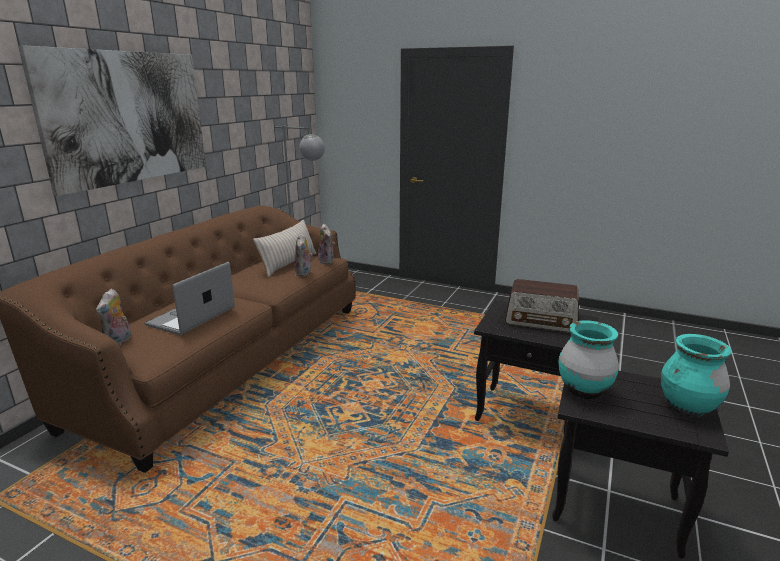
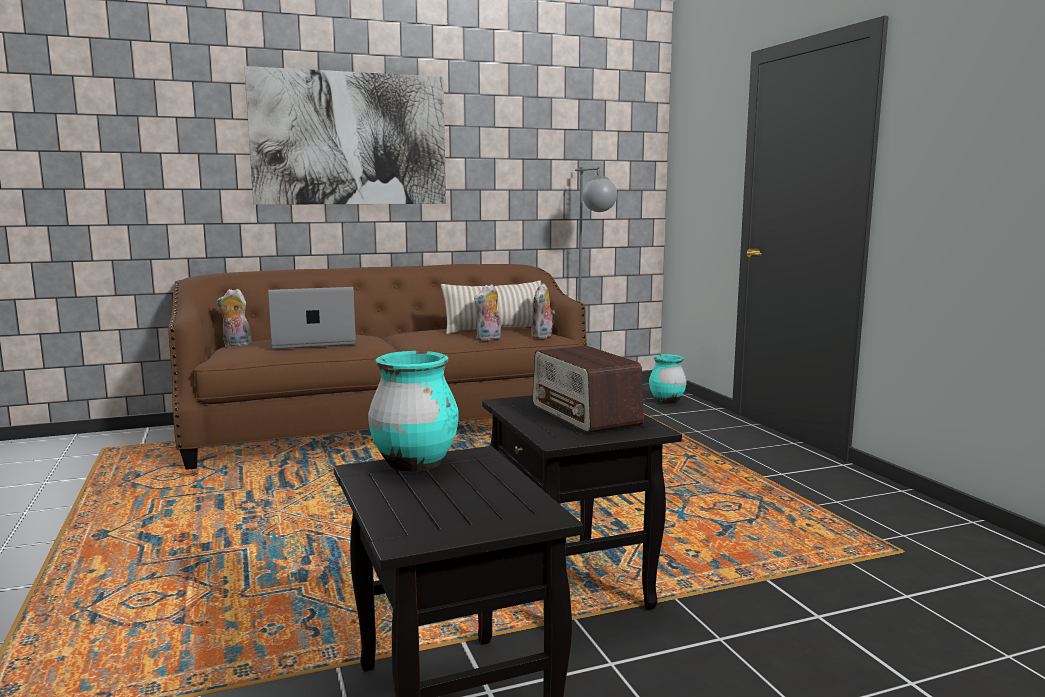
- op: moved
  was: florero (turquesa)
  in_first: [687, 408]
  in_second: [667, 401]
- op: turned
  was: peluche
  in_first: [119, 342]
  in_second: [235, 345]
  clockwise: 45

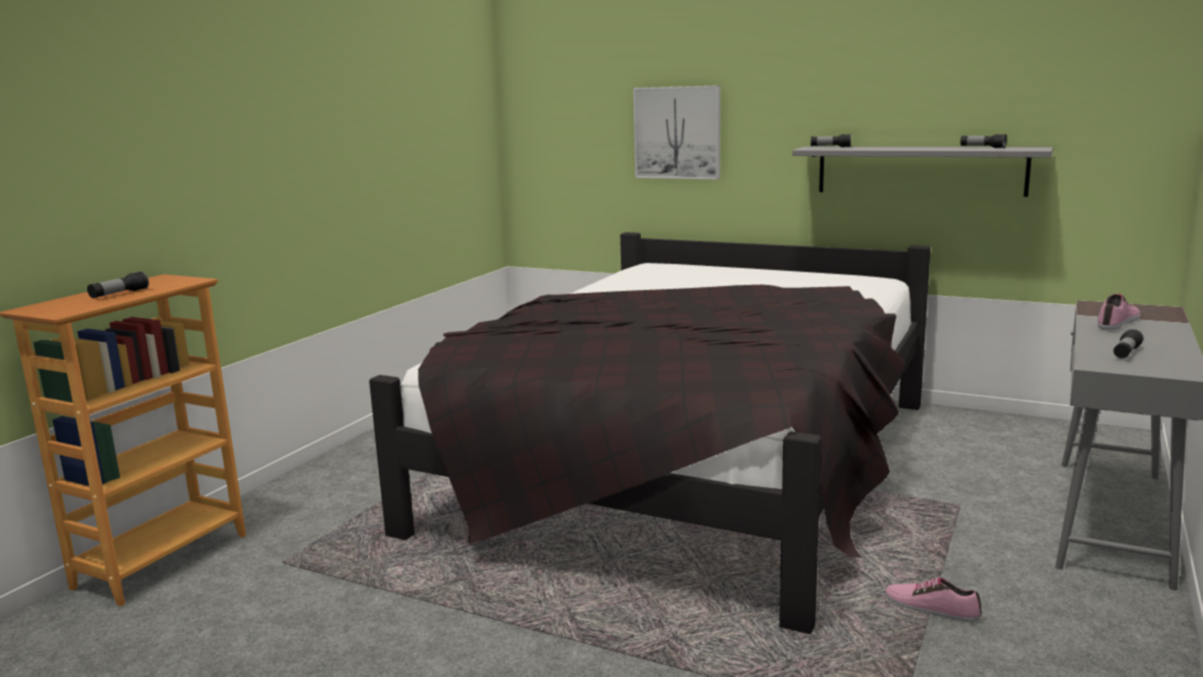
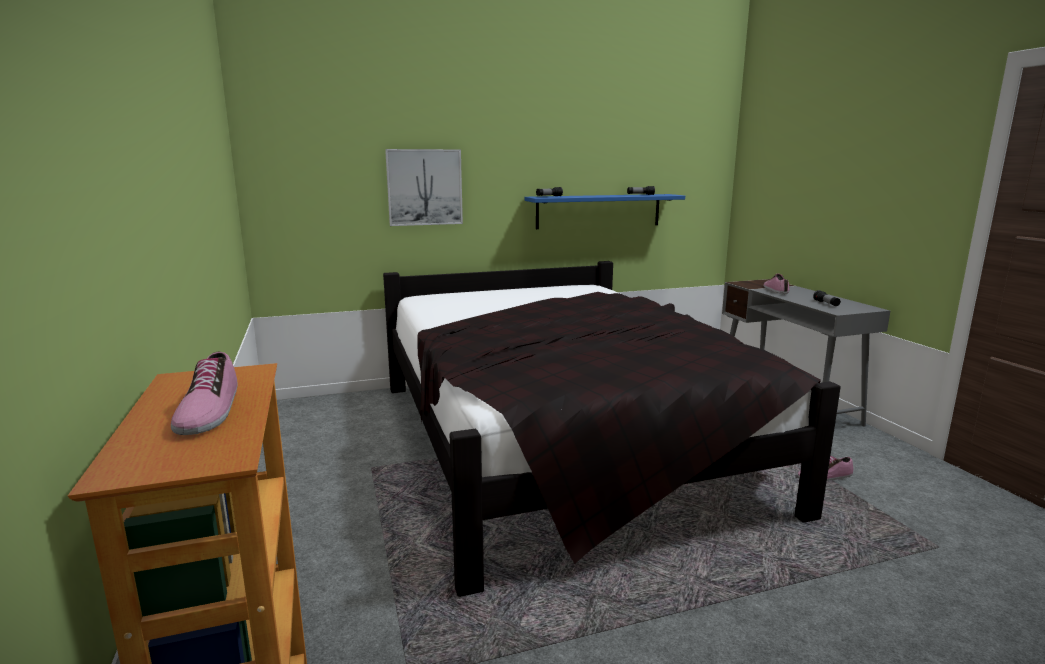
- op: replaced
  was: linterna
  now: zapato
  in_first: [119, 294]
  in_second: [208, 410]
- op: recoloured
  was: estante (gris)
  now: estante (azul)
  in_first: [920, 170]
  in_second: [599, 211]

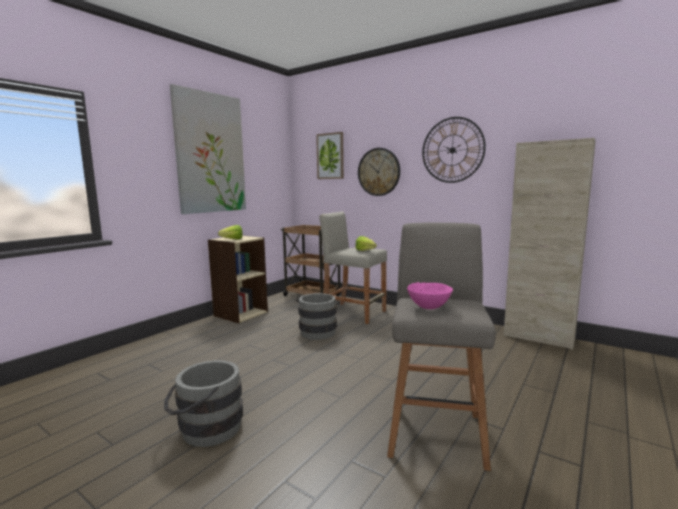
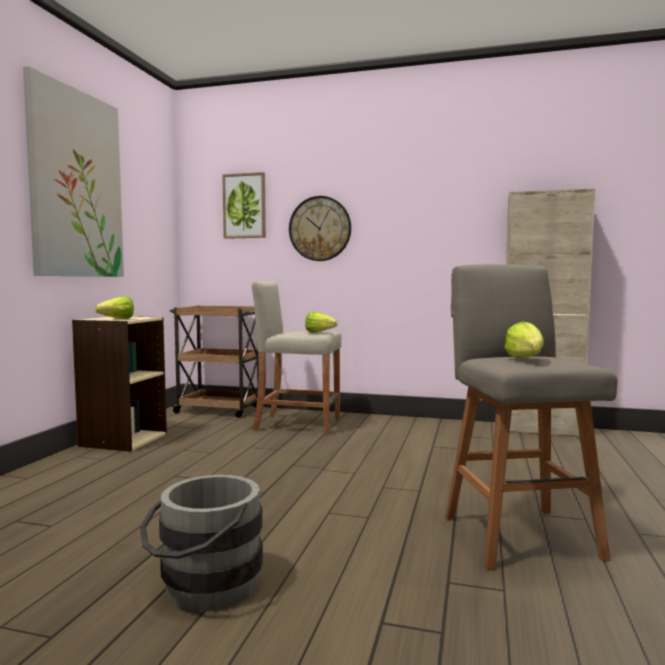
- op: removed
  was: cubo (gris)
  in_first: [318, 331]
- op: removed
  was: reloj de pared
  in_first: [452, 150]
- op: replaced
  was: cuenco (rosa)
  now: lechuga
  in_first: [429, 307]
  in_second: [526, 361]

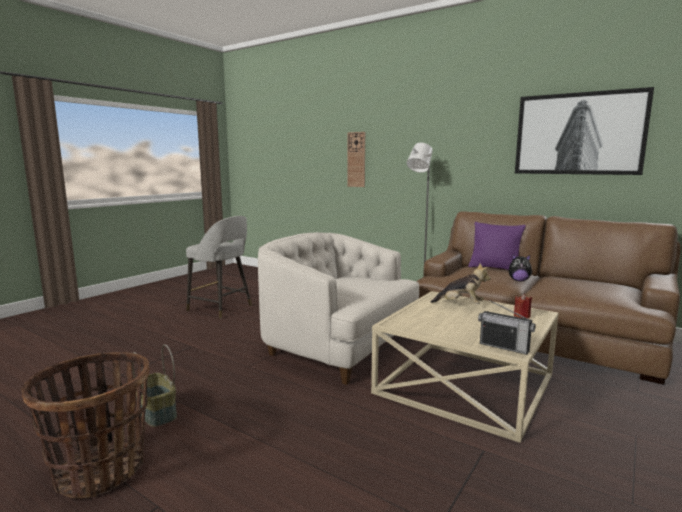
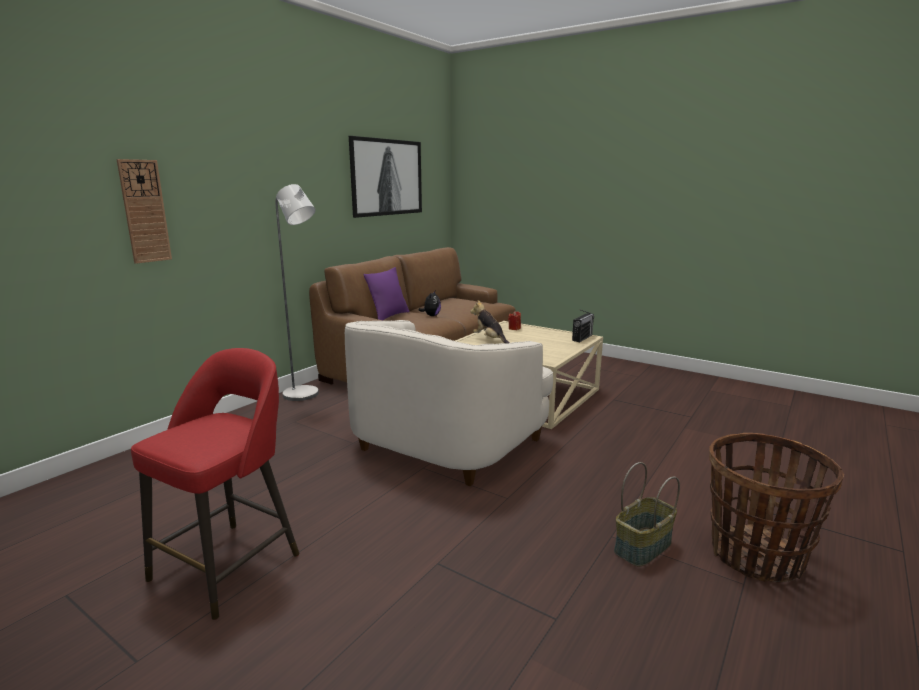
- op: recoloured
  was: taburete (gris)
  now: taburete (rojo)
  in_first: [221, 308]
  in_second: [229, 564]
- op: turned
  was: peluche
  in_first: [460, 305]
  in_second: [490, 340]
  clockwise: -60

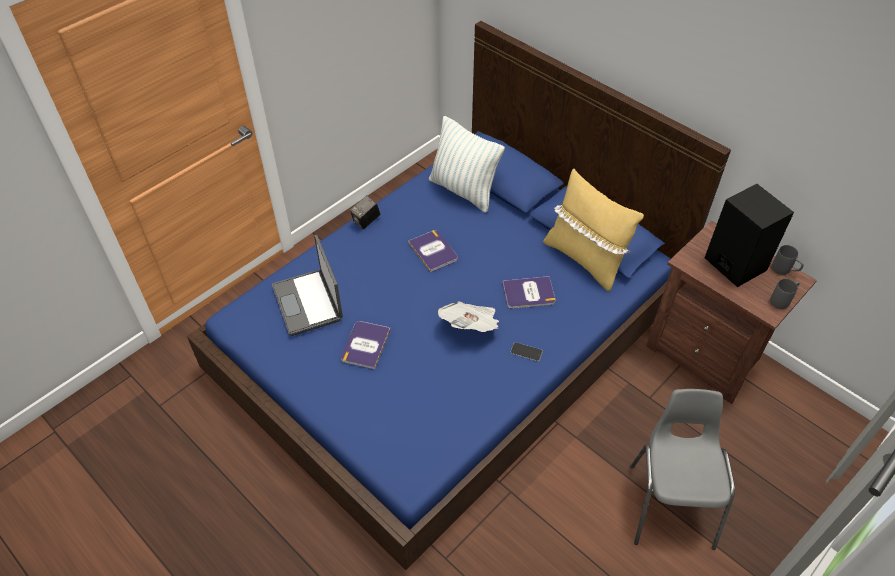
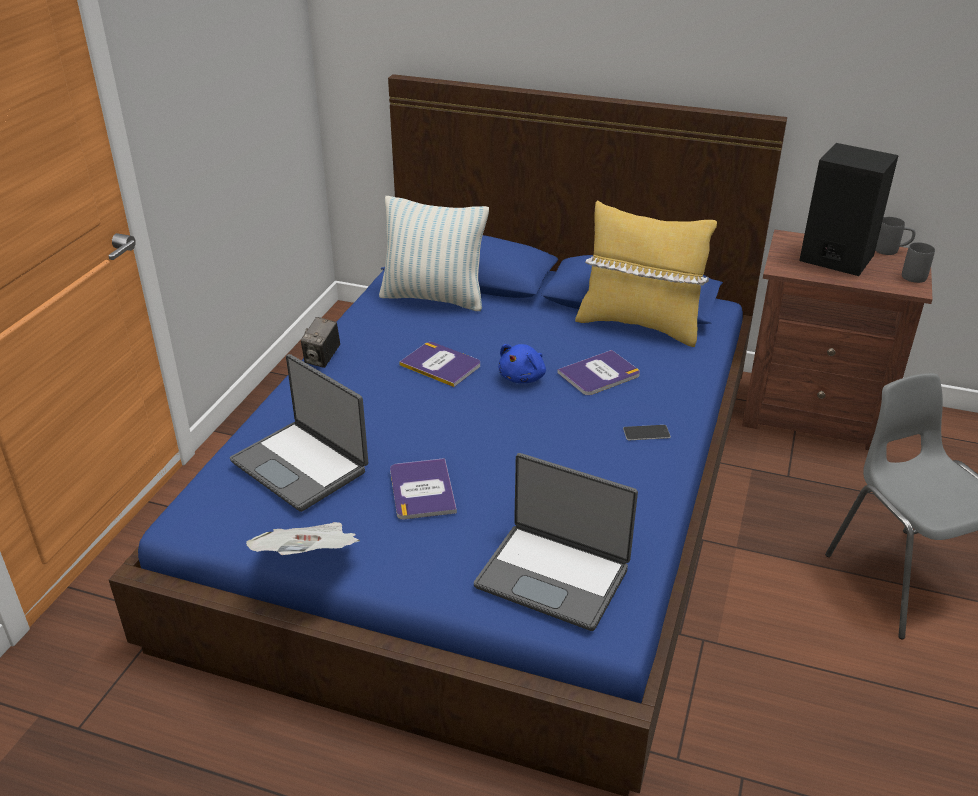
- op: added
  now: portátil
  in_second: [553, 576]
- op: added
  now: peluche (azul)
  in_second: [523, 377]
- op: moved
  was: periódico
  in_first: [471, 326]
  in_second: [310, 559]

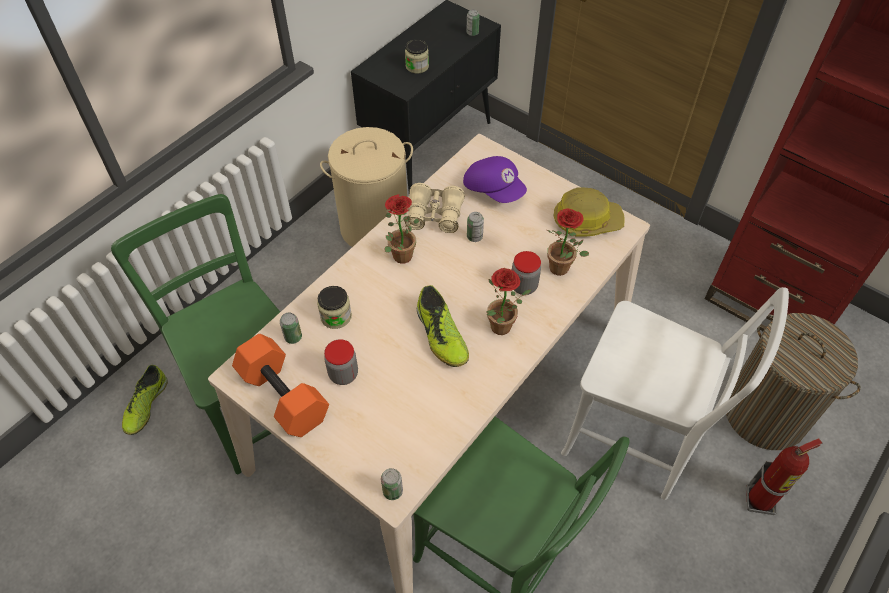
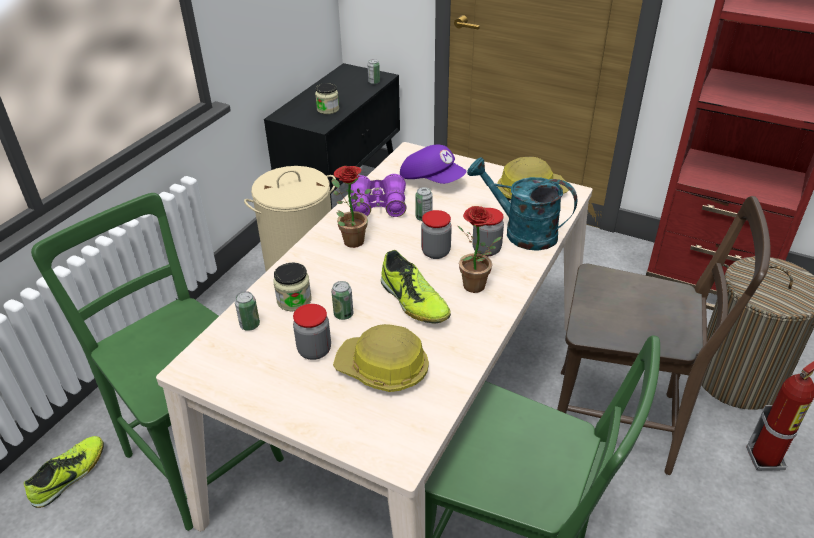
- op: removed
  was: mancuerna (naranja)
  in_first: [285, 395]
- op: added
  now: casco
  in_second: [383, 369]
- op: added
  now: tarro
  in_second: [436, 252]
- op: moved
  was: lata
  in_first: [392, 491]
  in_second: [343, 314]
- op: replaced
  was: planta en maceta
  now: regadera (turquesa)
  in_first: [563, 270]
  in_second: [521, 232]
- op: recoloured
  was: prismáticos (beis)
  now: prismáticos (morado)
  in_first: [434, 215]
  in_second: [378, 206]
- op: recoloured
  was: silla (blanco)
  now: silla (marrón)
  in_first: [637, 440]
  in_second: [621, 422]
- op: turned
  was: zapato
  in_first: [146, 405]
  in_second: [70, 475]
  clockwise: -150

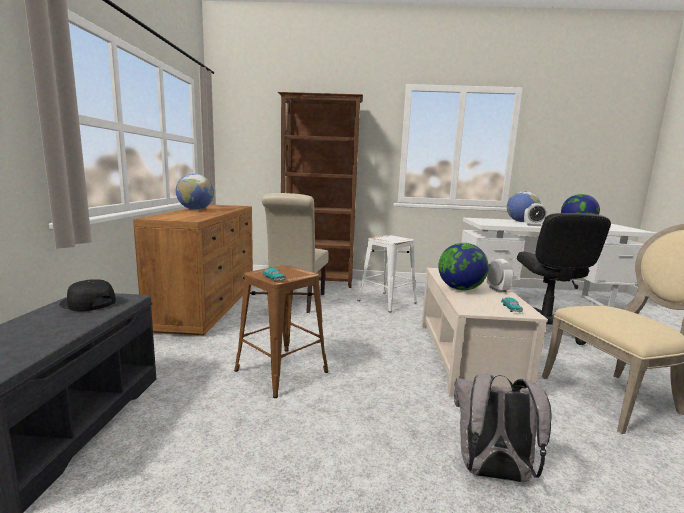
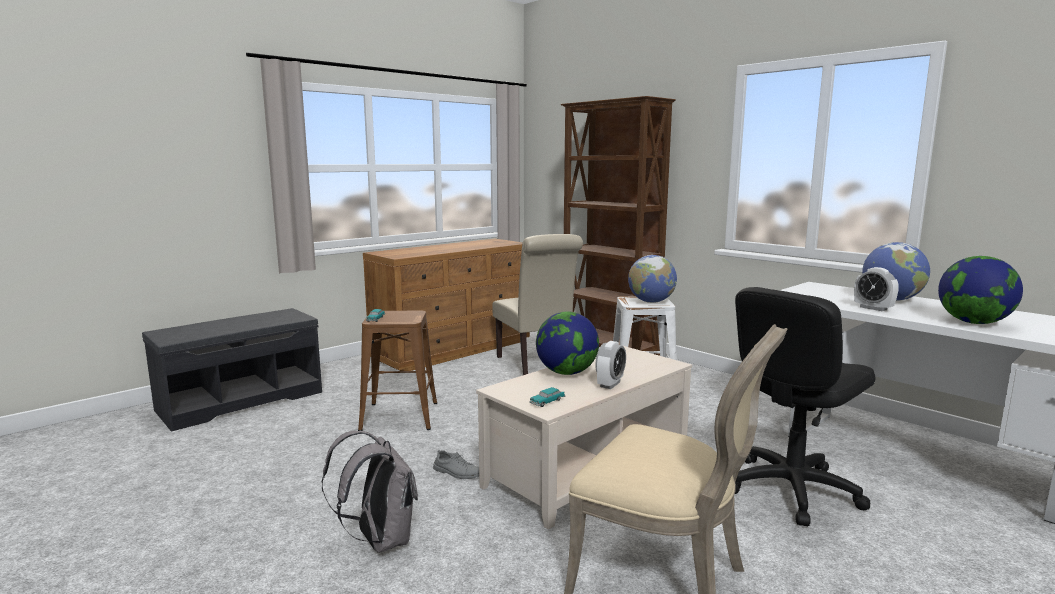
- op: removed
  was: gorra (negro)
  in_first: [87, 303]
- op: added
  now: zapato (gris)
  in_second: [457, 472]
- op: moved
  was: globo terráqueo
  in_first: [195, 209]
  in_second: [651, 302]
- op: turned
  was: silla (beis)
  in_first: [296, 302]
  in_second: [536, 366]
  clockwise: -75

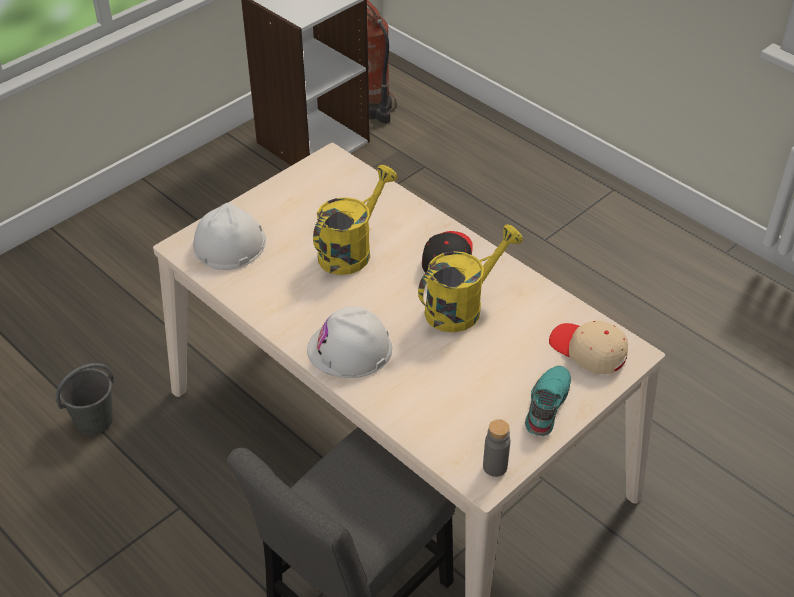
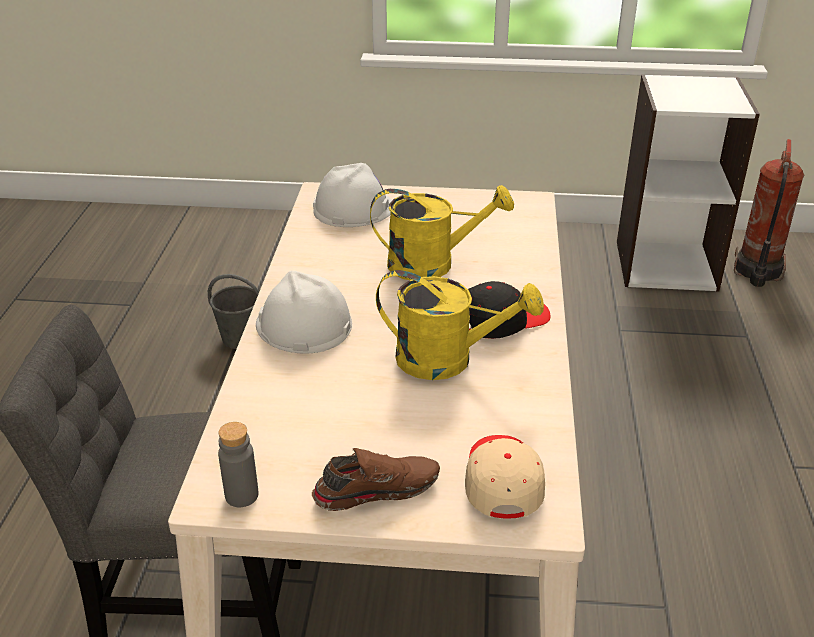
- op: recoloured
  was: zapato (turquesa)
  now: zapato (marrón)
  in_first: [545, 405]
  in_second: [376, 488]

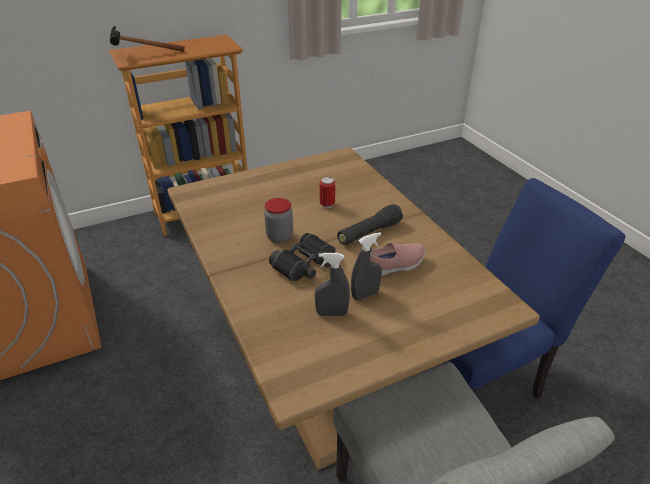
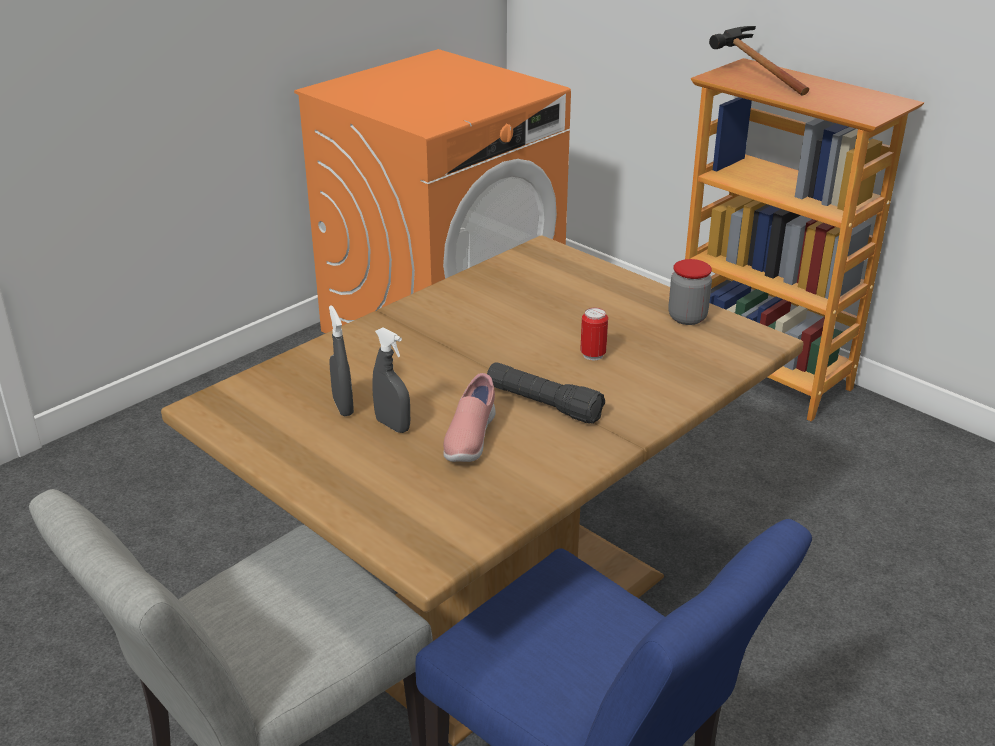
- op: removed
  was: prismáticos (negro)
  in_first: [305, 265]
- op: moved
  was: tarro
  in_first: [279, 237]
  in_second: [687, 317]
- op: turned
  was: zapato (rosa)
  in_first: [393, 267]
  in_second: [469, 439]
  clockwise: 60

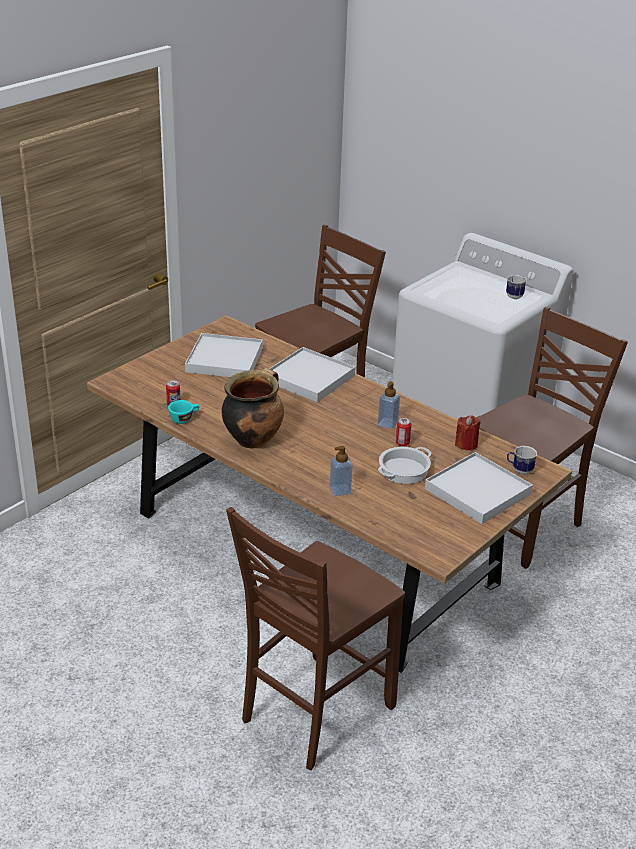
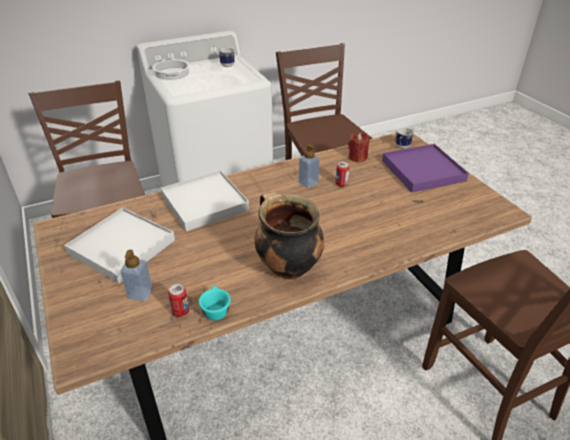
- op: moved
  was: dispensador de jabón
  in_first: [340, 490]
  in_second: [140, 294]
- op: moved
  was: olla
  in_first: [404, 470]
  in_second: [172, 73]
- op: recoloured
  was: bandeja (blanco)
  now: bandeja (morado)
  in_first: [477, 491]
  in_second: [422, 170]

